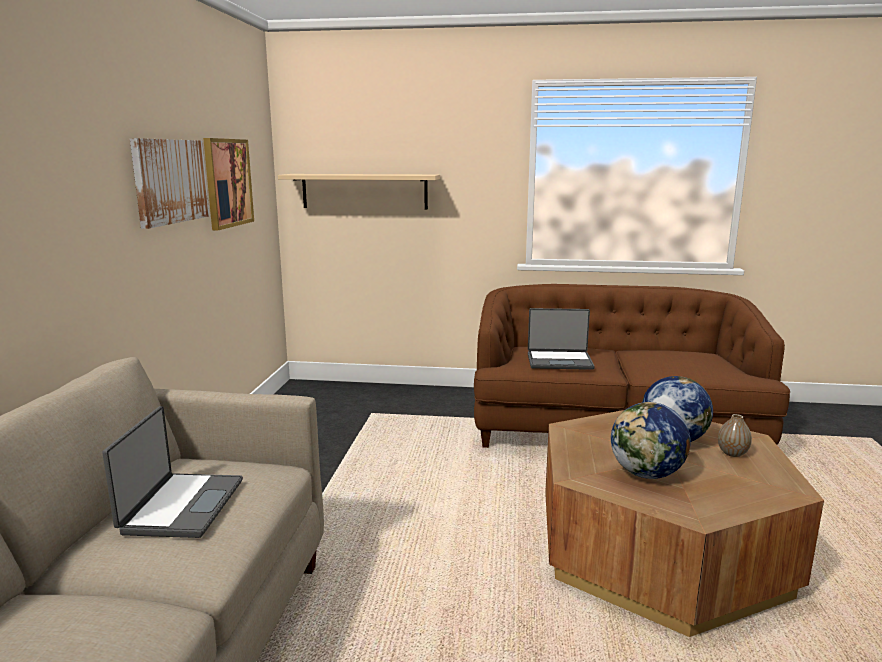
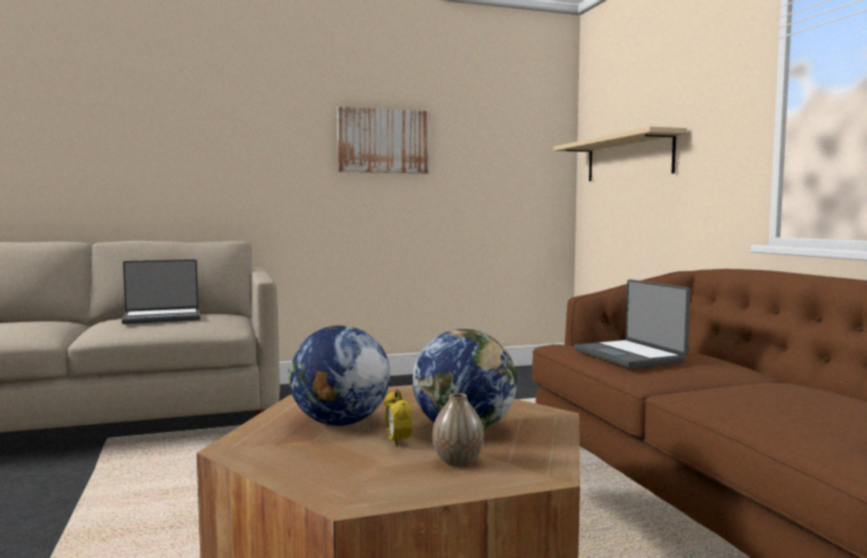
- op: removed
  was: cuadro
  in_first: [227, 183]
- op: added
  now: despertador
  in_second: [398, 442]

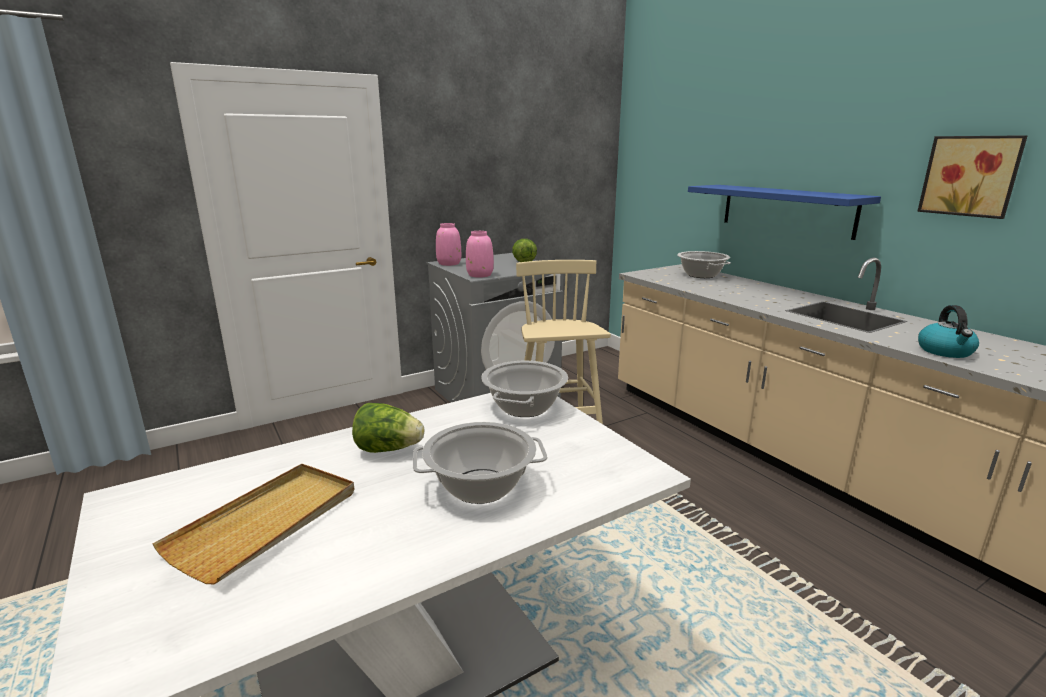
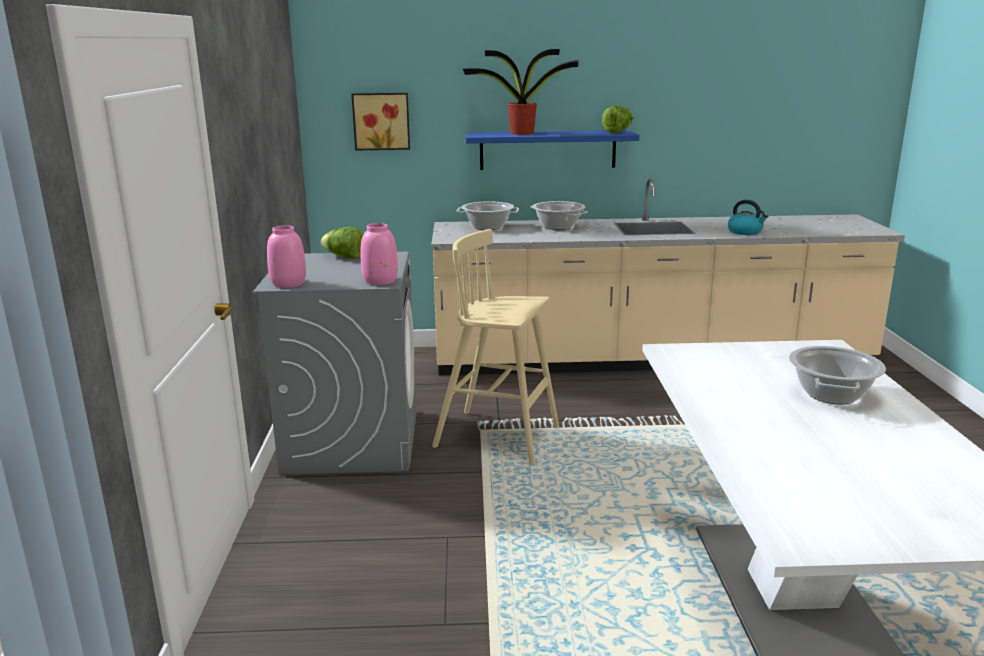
- op: removed
  was: bandeja (beis)
  in_first: [267, 523]
- op: added
  now: planta en maceta
  in_second: [520, 133]
- op: moved
  was: lechuga
  in_first: [388, 449]
  in_second: [618, 132]
- op: moved
  was: olla
  in_first: [524, 407]
  in_second: [557, 227]
- op: moved
  was: cuadro
  in_first: [971, 176]
  in_second: [381, 121]

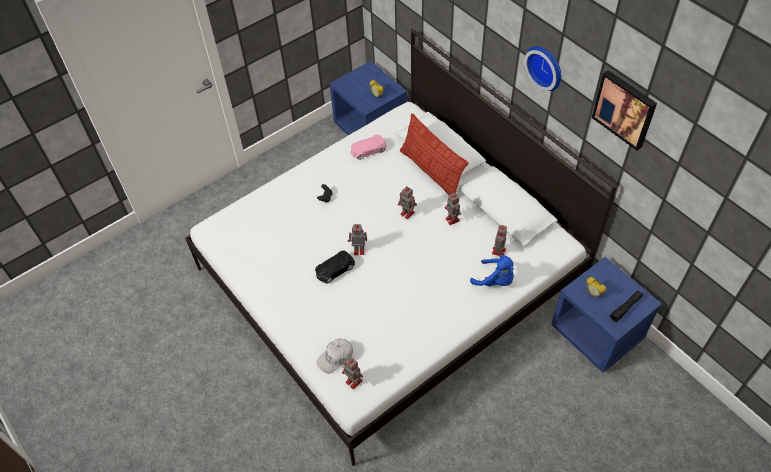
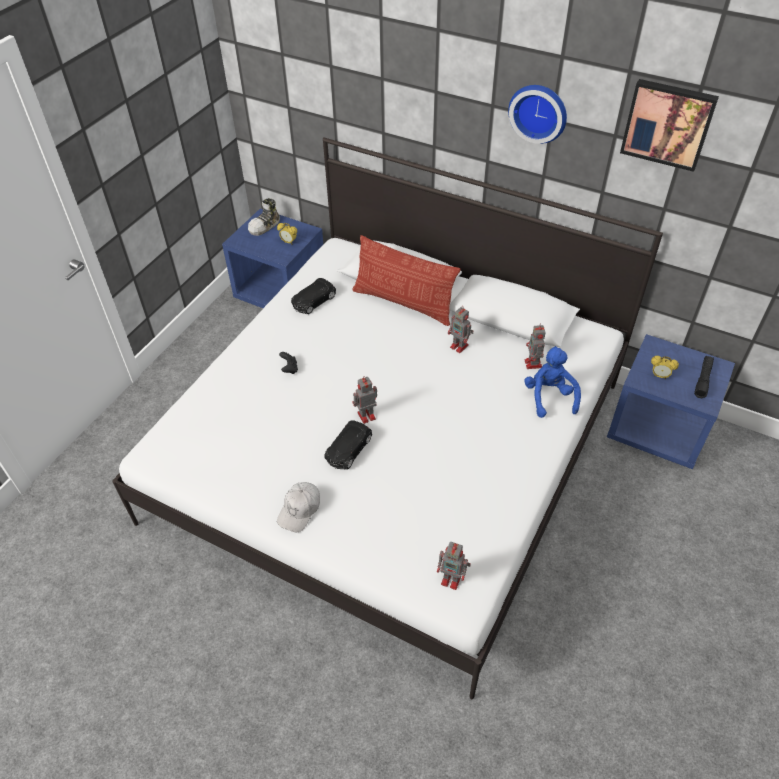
- op: removed
  was: robot de juguete
  in_first: [408, 213]
- op: added
  now: zapato
  in_second: [265, 226]
- op: moved
  was: gorra (blanco)
  in_first: [335, 357]
  in_second: [300, 510]
- op: recoloured
  was: coche de juguete (rosa)
  now: coche de juguete (negro)
  in_first: [368, 150]
  in_second: [313, 301]
- op: turned
  was: peluche (azul)
  in_first: [495, 280]
  in_second: [549, 397]
  clockwise: -105

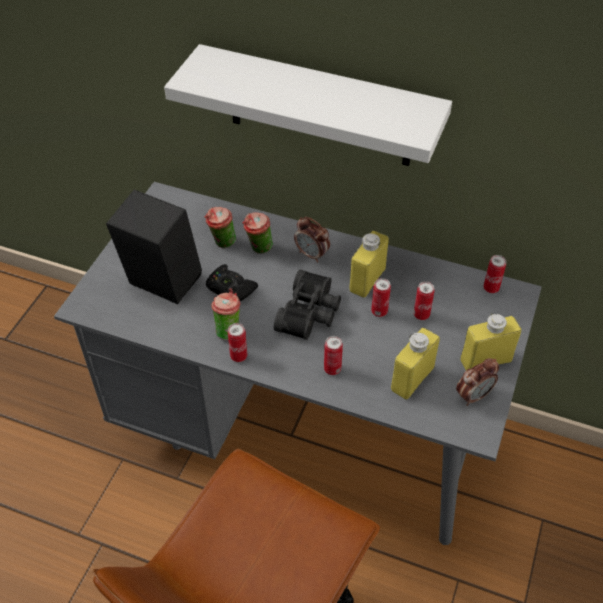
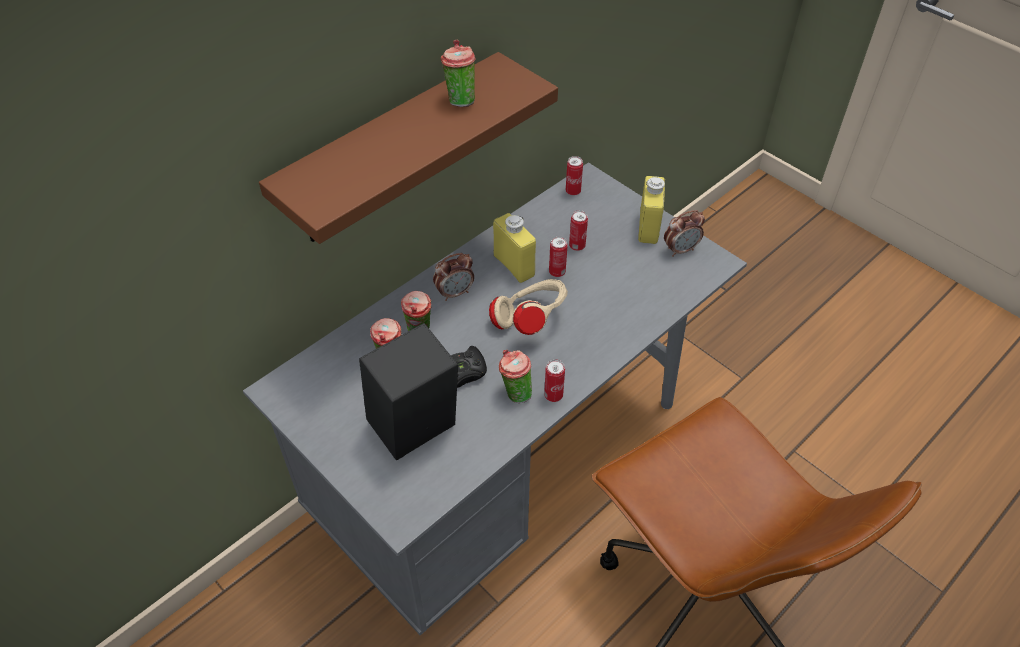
- op: removed
  was: lata
  in_first: [332, 369]
- op: removed
  was: botella (amarillo)
  in_first: [412, 379]
- op: added
  now: taza
  in_second: [460, 100]
- op: replaced
  was: prismáticos (negro)
  now: auriculares (beis)
  in_first: [311, 313]
  in_second: [530, 321]
- op: recoloured
  was: estante (blanco)
  now: estante (marrón)
  in_first: [320, 108]
  in_second: [392, 151]
- op: turned
  was: despertador
  in_first: [473, 395]
  in_second: [680, 250]
  clockwise: 75

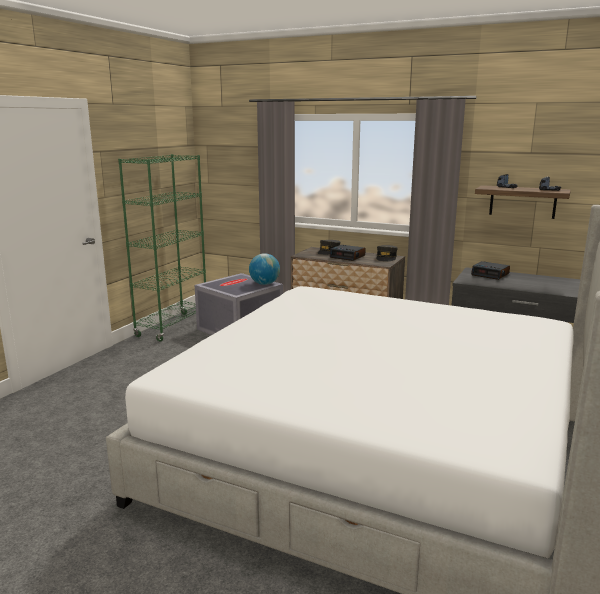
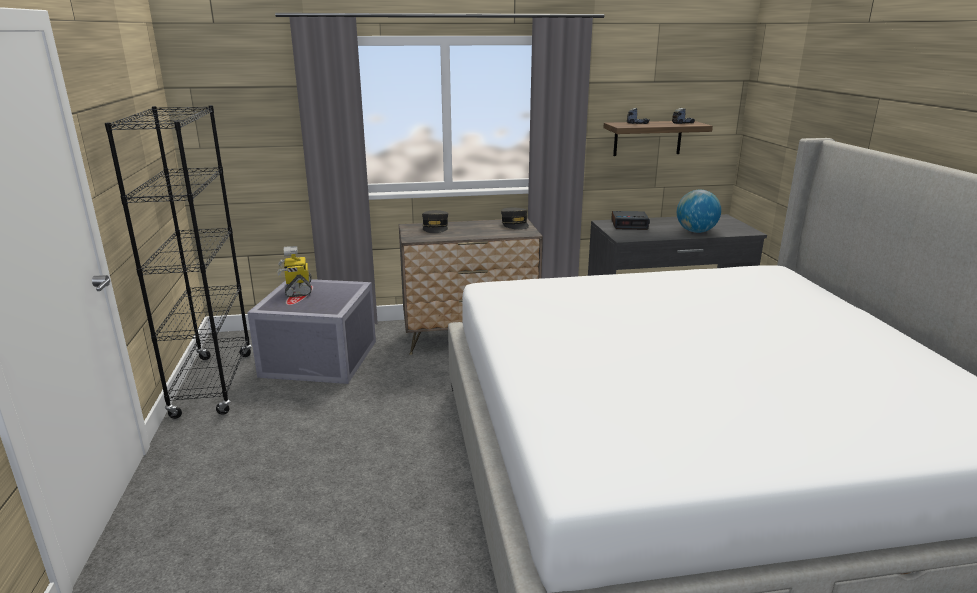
- op: removed
  was: despertador
  in_first: [348, 256]
- op: added
  now: robot de juguete
  in_second: [298, 289]
- op: moved
  was: globo terráqueo
  in_first: [264, 284]
  in_second: [696, 231]
- op: recoloured
  was: estantería (verde)
  now: estantería (negro)
  in_first: [172, 327]
  in_second: [213, 384]

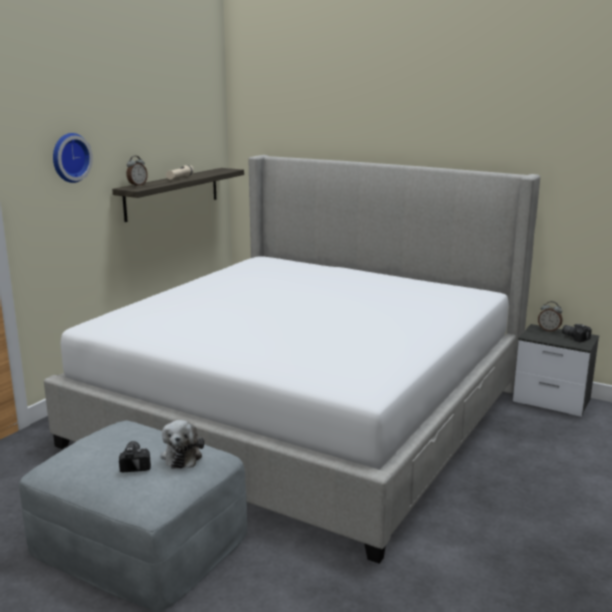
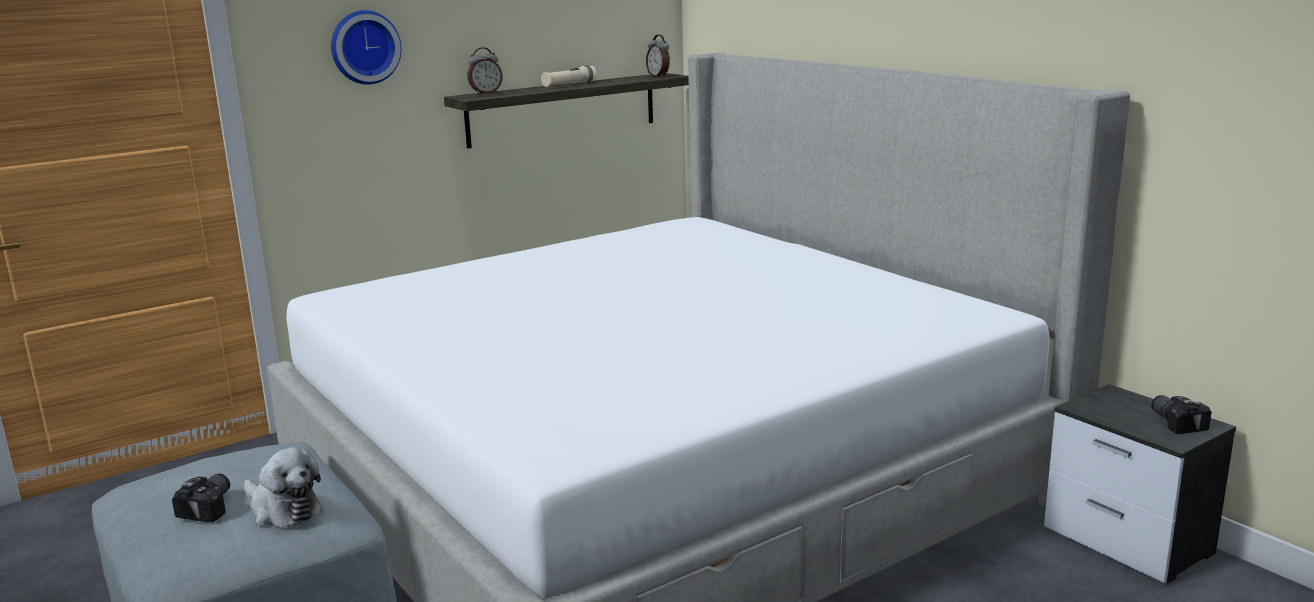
- op: moved
  was: despertador
  in_first: [549, 330]
  in_second: [659, 76]
- op: turned
  was: peluche
  in_first: [182, 455]
  in_second: [283, 510]
  clockwise: -75

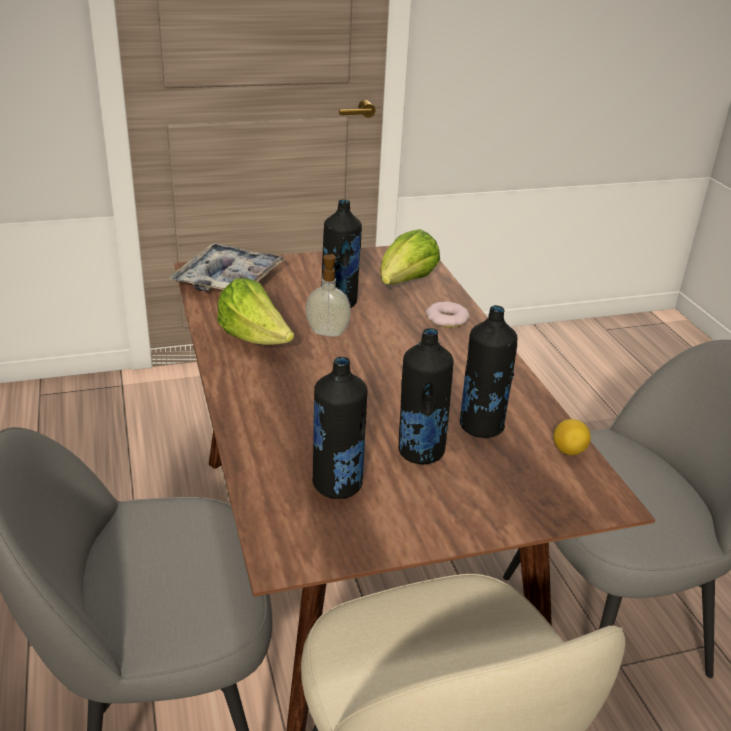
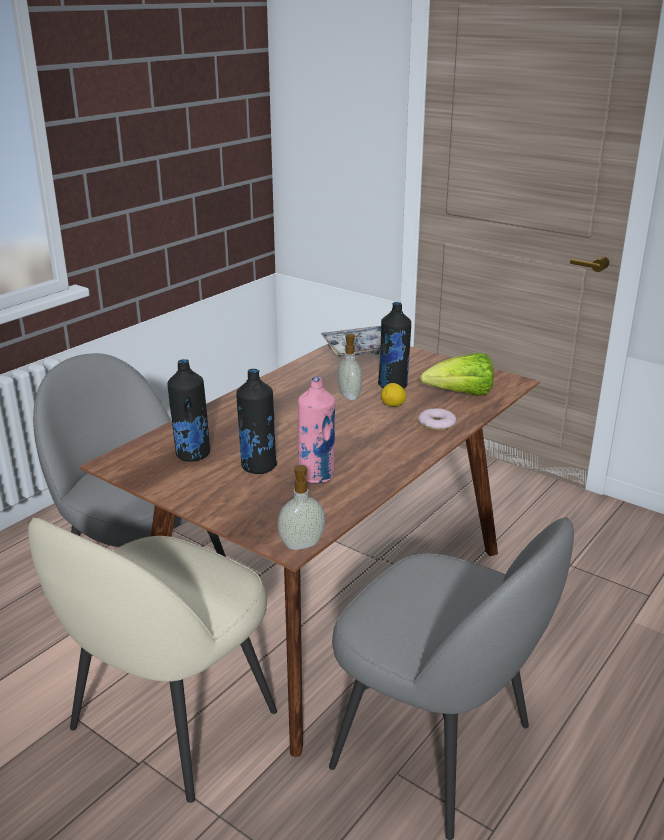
- op: removed
  was: lechuga
  in_first: [255, 339]
- op: added
  now: dispensador de jabón
  in_second: [302, 545]
- op: moved
  was: limón
  in_first: [568, 451]
  in_second: [393, 406]
- op: recoloured
  was: botella (negro)
  now: botella (rosa)
  in_first: [481, 426]
  in_second: [316, 476]

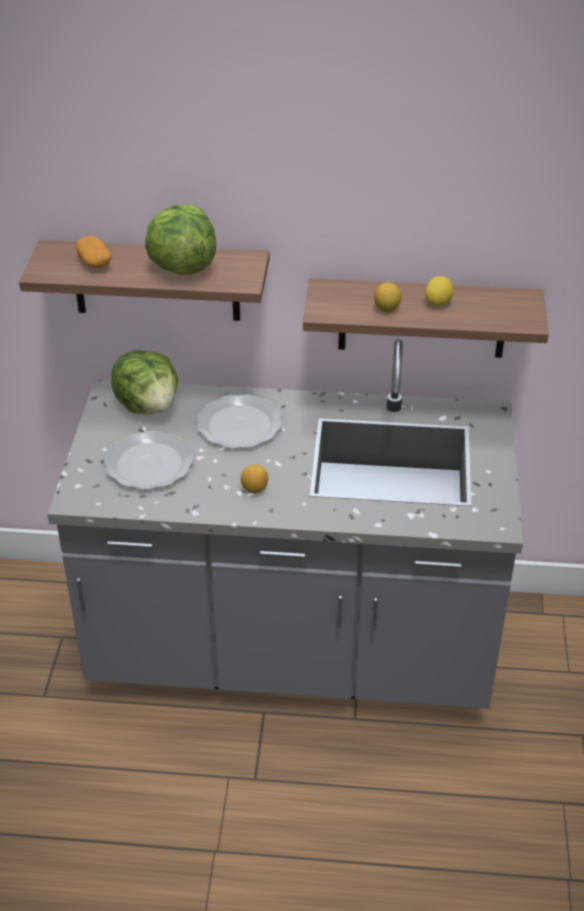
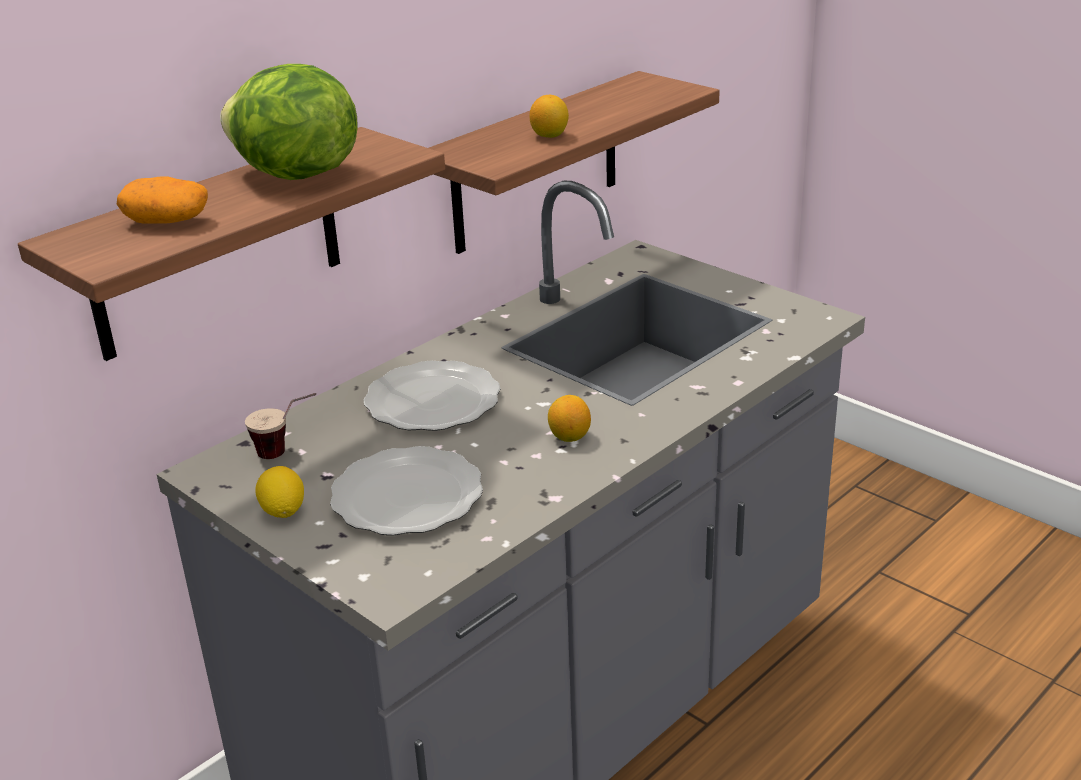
- op: moved
  was: limón
  in_first: [438, 303]
  in_second: [283, 511]
- op: replaced
  was: lechuga
  now: taza
  in_first: [148, 406]
  in_second: [287, 452]

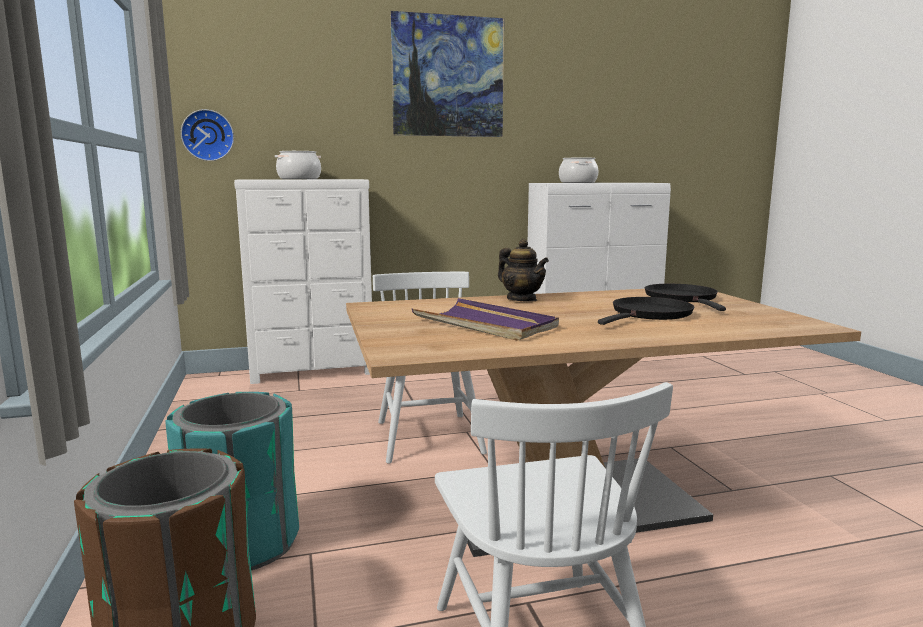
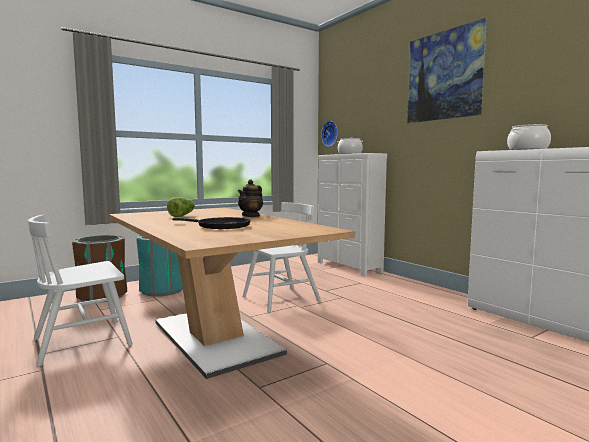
- op: removed
  was: sartén (negro)
  in_first: [683, 298]
- op: replaced
  was: bandeja (morado)
  now: lechuga
  in_first: [485, 324]
  in_second: [182, 216]

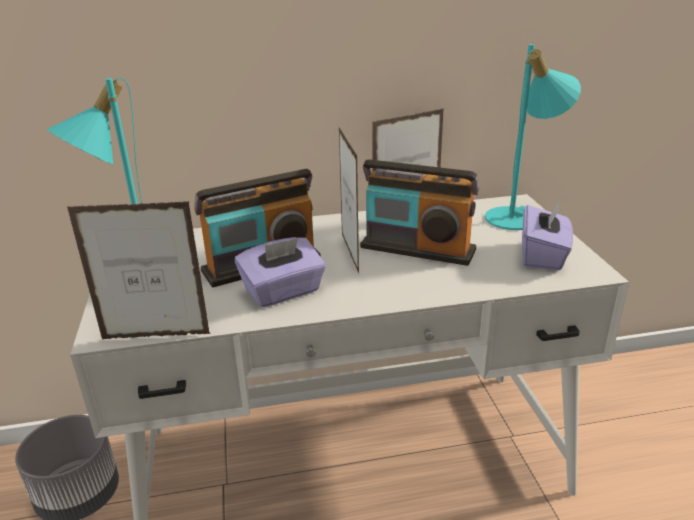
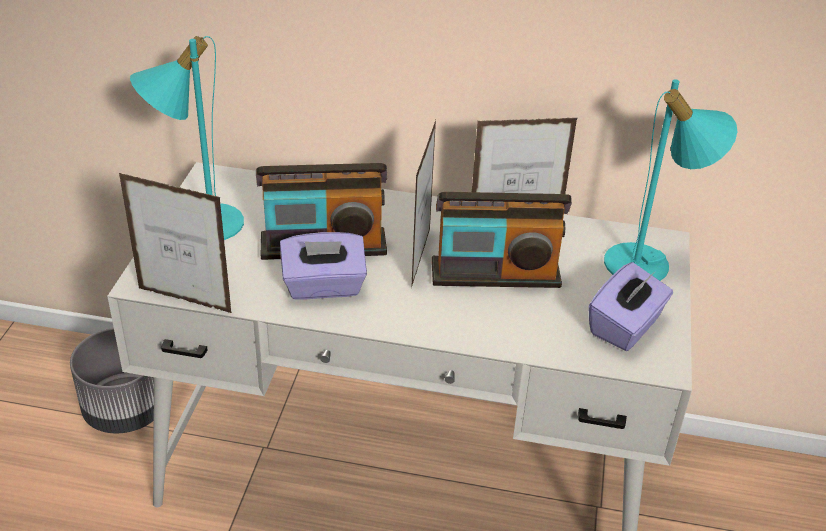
- op: turned
  was: radio
  in_first: [417, 249]
  in_second: [495, 274]
  clockwise: -45

